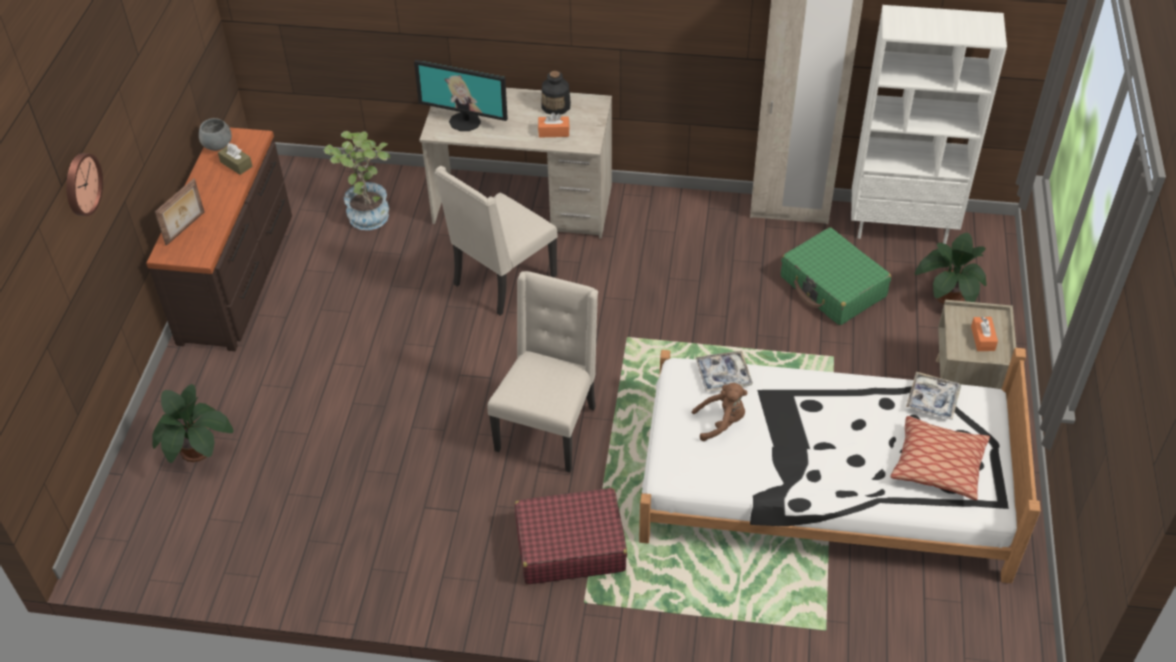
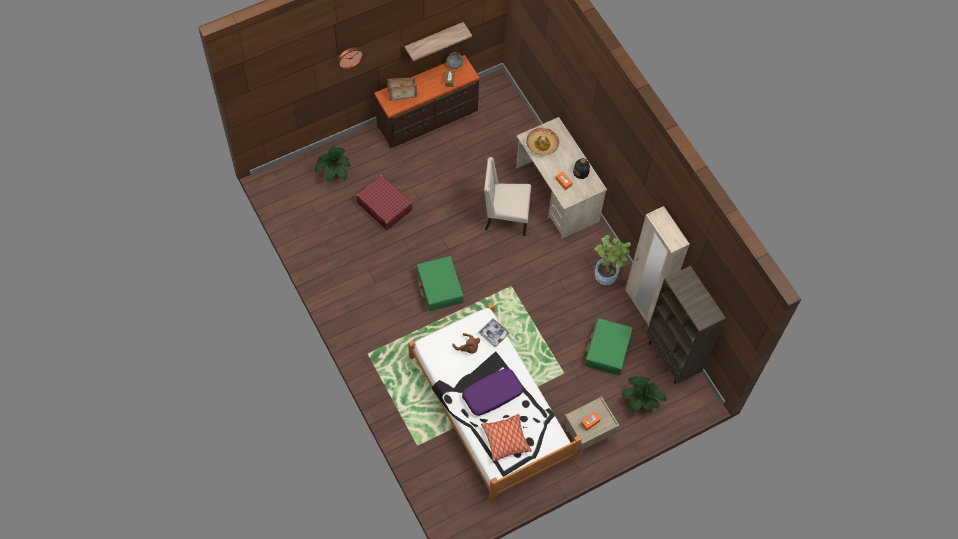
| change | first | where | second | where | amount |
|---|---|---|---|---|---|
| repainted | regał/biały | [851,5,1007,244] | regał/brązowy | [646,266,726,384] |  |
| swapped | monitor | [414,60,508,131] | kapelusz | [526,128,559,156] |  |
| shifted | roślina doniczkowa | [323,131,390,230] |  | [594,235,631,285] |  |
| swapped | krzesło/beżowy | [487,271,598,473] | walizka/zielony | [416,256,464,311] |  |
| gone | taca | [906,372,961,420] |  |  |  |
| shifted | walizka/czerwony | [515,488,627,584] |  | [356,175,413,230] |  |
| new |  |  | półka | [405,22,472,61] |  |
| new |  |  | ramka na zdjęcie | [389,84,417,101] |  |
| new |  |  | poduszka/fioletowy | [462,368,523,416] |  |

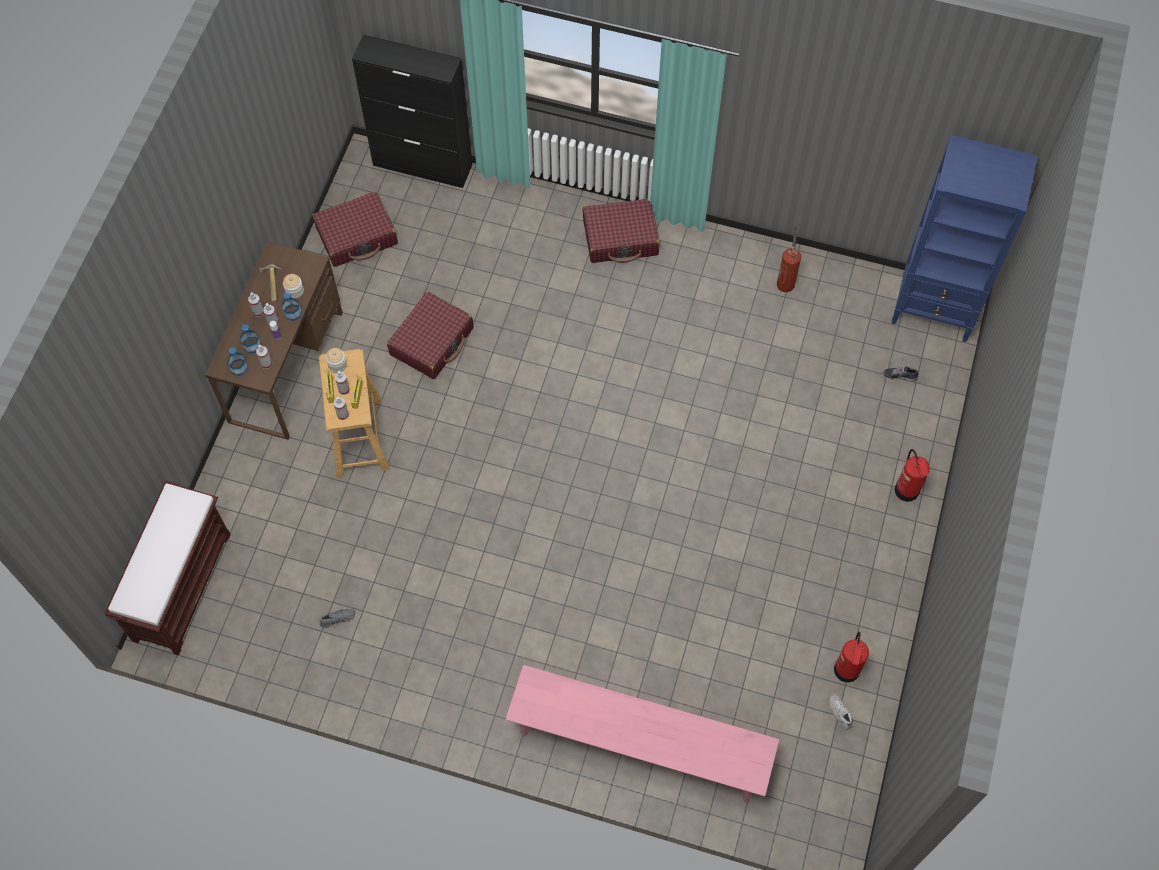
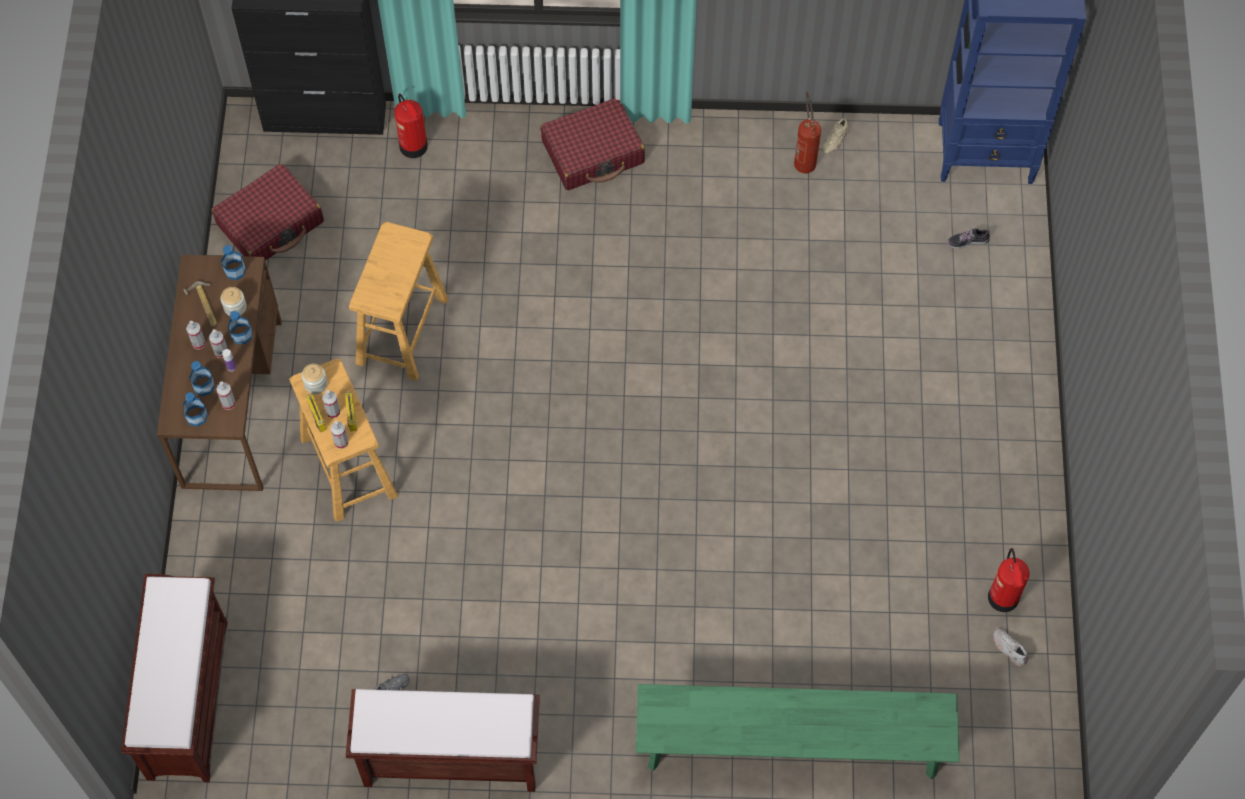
| change | first | where | second | where | amount |
|---|---|---|---|---|---|
| swapped | walizka/czerwony | [387,292,473,379] | stołek/beżowy | [349,222,448,381] |  |
| shifted | gaśnica | [895,449,930,502] |  | [394,93,428,158] |  |
| repainted | ławka/różowy | [506,665,779,803] | ławka/zielony | [636,684,960,779] |  |
| new |  |  | but/beżowy | [821,118,849,153] |  |
| new |  |  | butelka | [221,245,246,280] |  |
| new |  |  | ławka/brązowy | [346,689,540,792] |  |

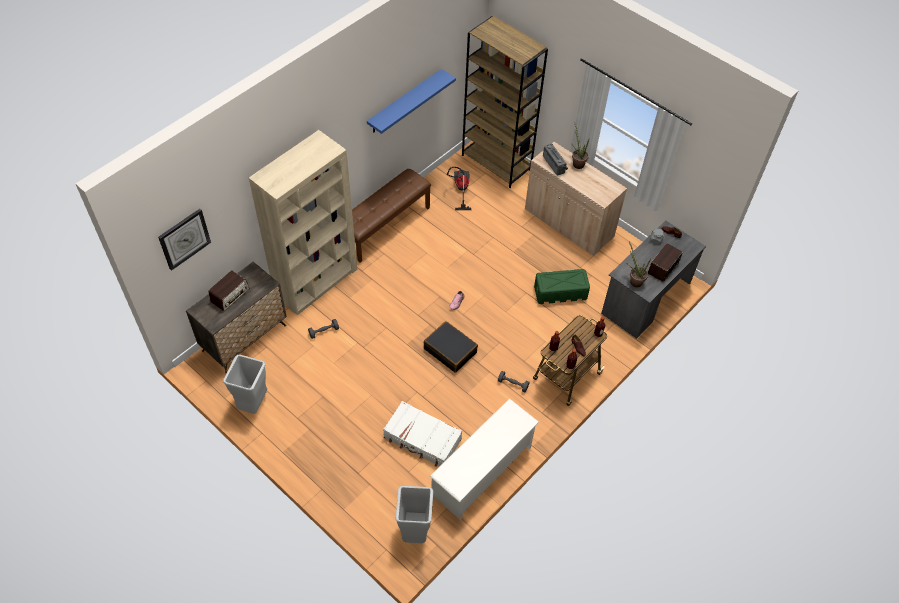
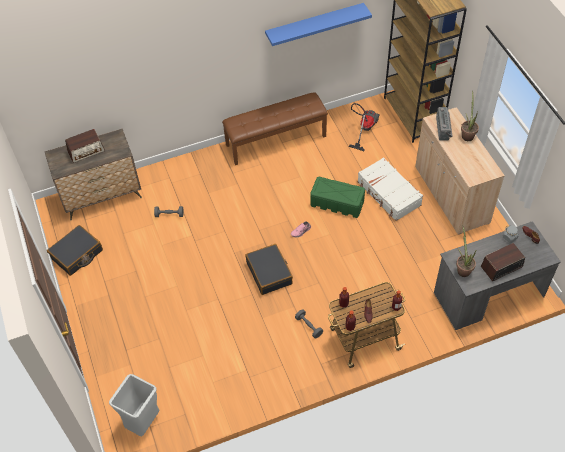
| change | first | where | second | where | amount |
|---|---|---|---|---|---|
| gone | regał/beżowy | [249,130,357,315] |  |  |  |
| gone | zegar ścienny | [158,209,211,271] |  |  |  |
| shifted | pojemnik do przechowywania/zielony | [534,269,590,304] |  | [310,177,365,218] |  |
| swapped | kosz na śmieci/szary | [223,355,267,414] | walizka/czarny | [47,225,103,276] |  |
| gone | regał na buty/biały | [430,398,539,520] |  |  |  |
| shifted | walizka/biały | [383,401,462,467] |  | [358,157,423,221] |  |

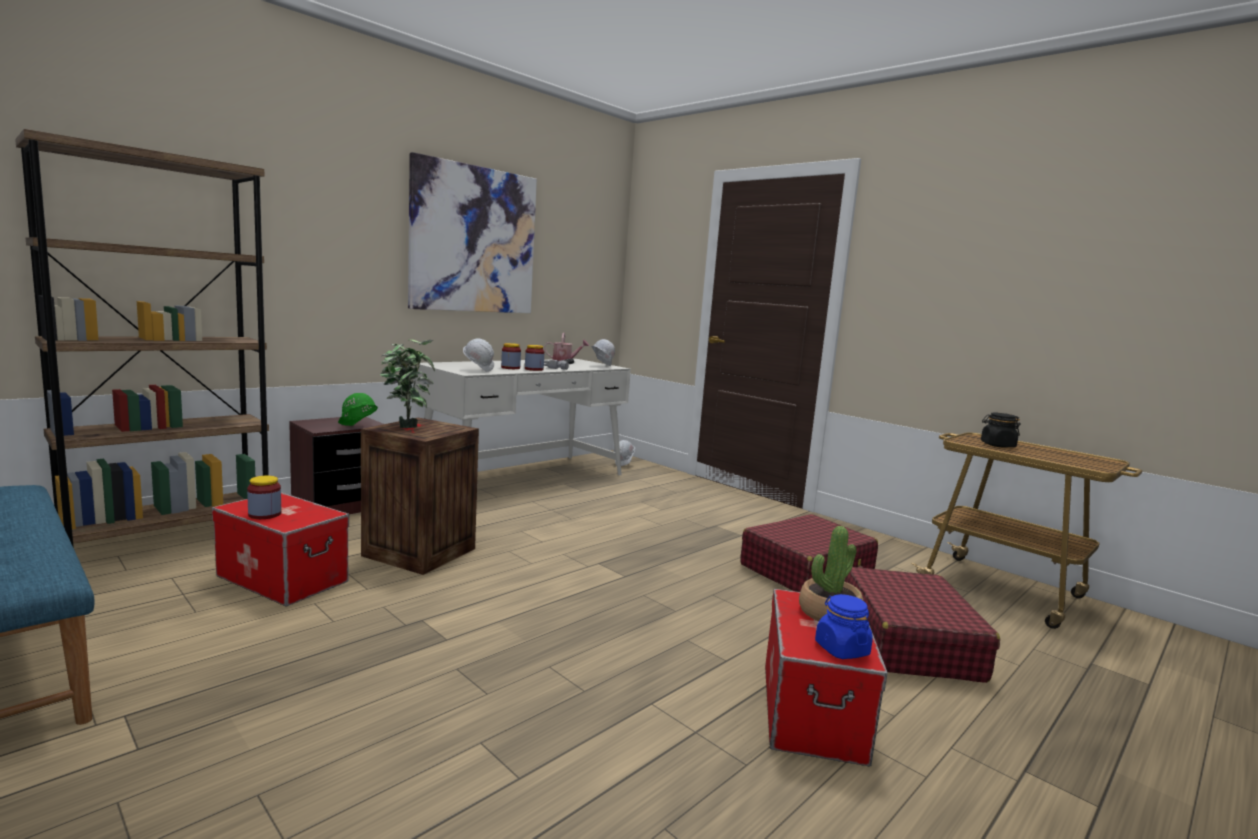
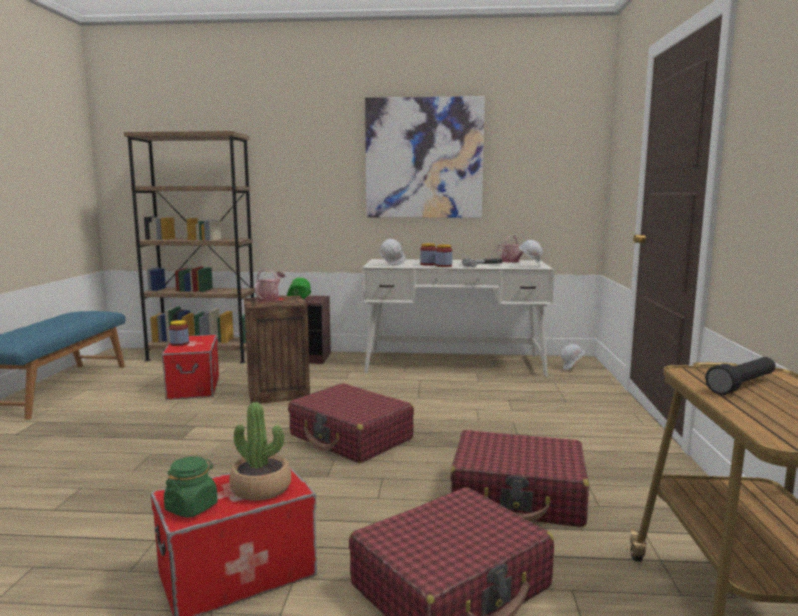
| change | first | where | second | where | amount |
|---|---|---|---|---|---|
| swapped | roślina doniczkowa | [380,339,435,428] | konewka | [254,269,285,302] |  |
| swapped | słoik/czarny | [981,413,1021,448] | latarka/czarny | [705,357,776,395] |  |
| repainted | słoik/niebieski | [815,594,873,659] | słoik/zielony | [164,456,218,518] |  |
| new |  |  | walizka/czerwony | [288,383,414,463] |  |

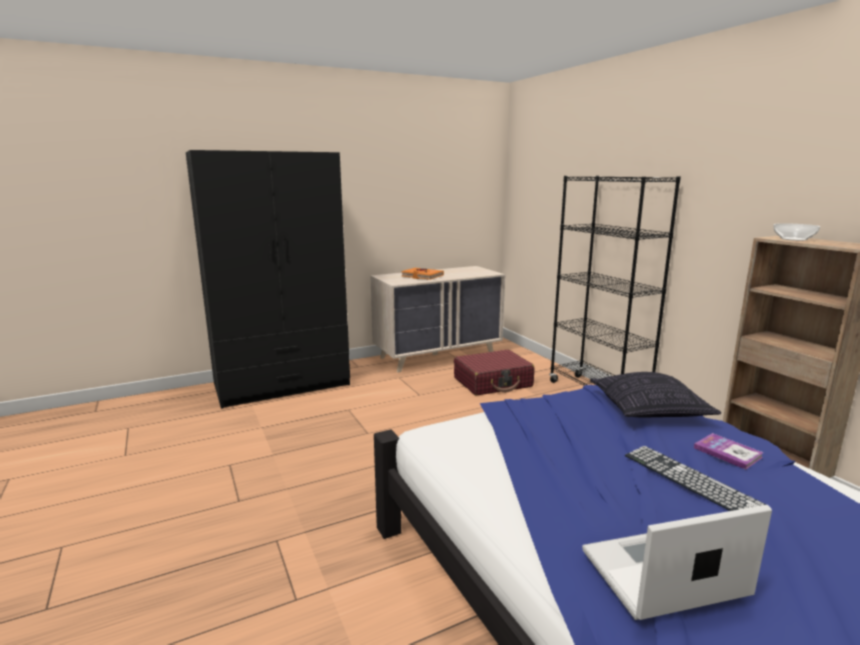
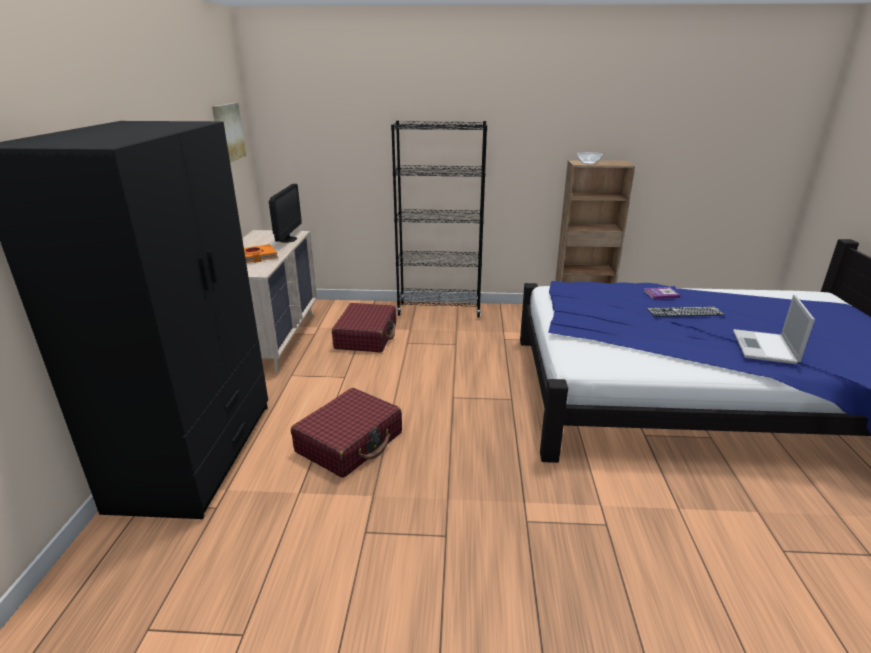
| change | first | where | second | where | amount |
|---|---|---|---|---|---|
| gone | poduszka | [590,372,721,418] |  |  |  |
| new |  |  | obraz | [212,103,246,163] |  |
| new |  |  | monitor | [269,184,302,243] |  |
| new |  |  | walizka/czerwony | [291,388,402,478] |  |

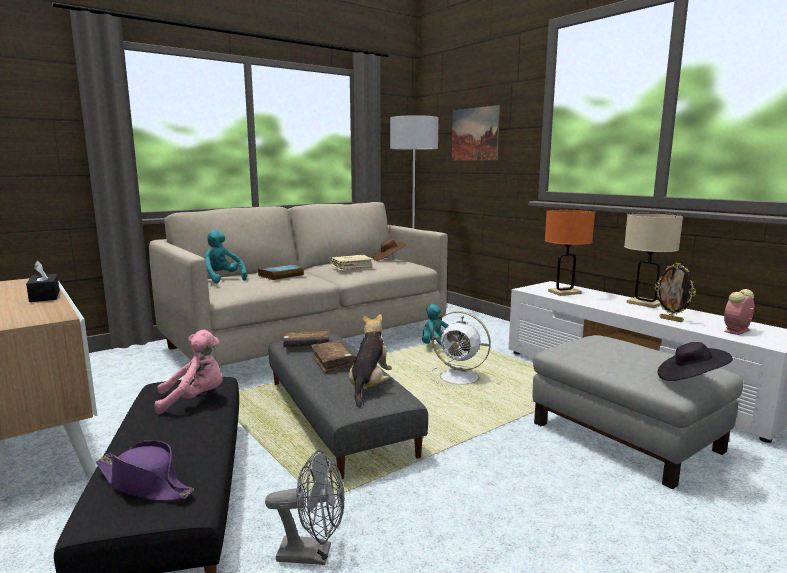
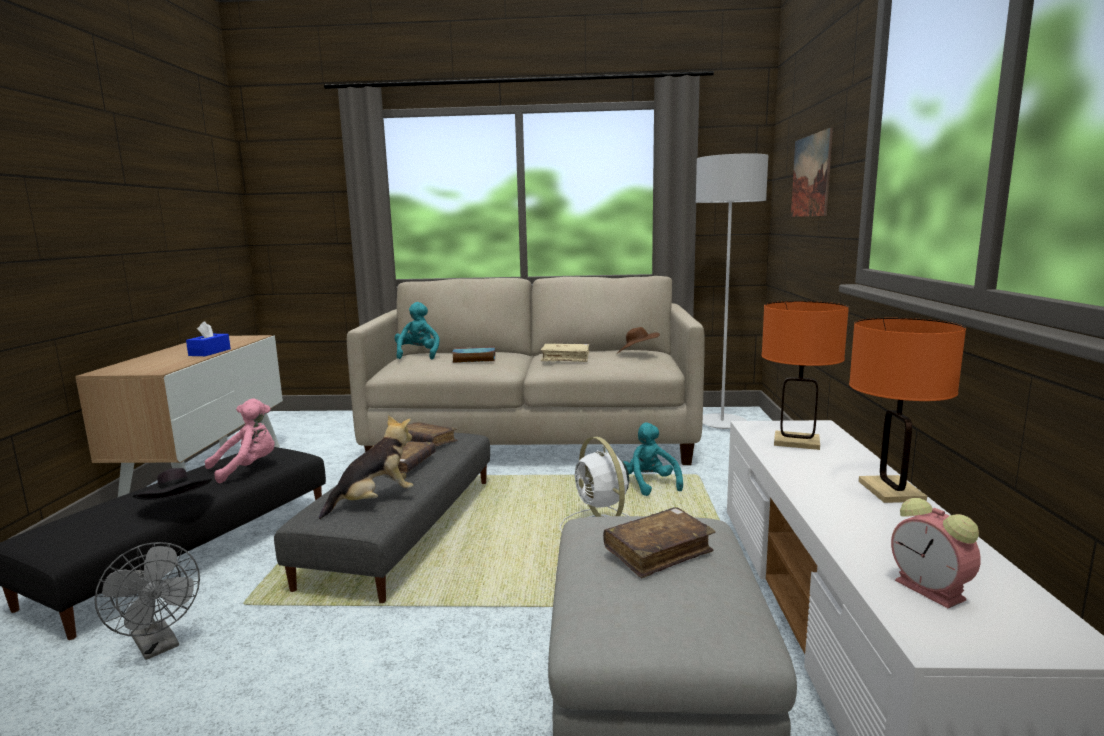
| change | first | where | second | where | amount |
|---|---|---|---|---|---|
| repainted | lampa stołowa/beżowy | [624,213,683,308] | lampa stołowa/pomarańczowy | [849,318,966,503] |  |
| repainted | pudełko chusteczek/czarny | [26,261,60,302] | pudełko chusteczek/niebieski | [186,321,231,356] |  |
| gone | ramka na zdjęcie | [655,263,696,322] |  |  |  |
| rotated | budzik | [724,289,755,335] |  | [891,498,981,608] | 120 degrees counterclockwise |
| rotated | pluszak/różowy | [155,330,223,414] |  | [205,399,275,484] | 60 degrees counterclockwise |
| shifted | kapelusz/czarny | [658,342,733,381] |  | [133,468,212,500] |  |
| gone | kapelusz/fioletowy | [96,440,194,501] |  |  |  |
| new |  |  | książka/brązowy | [603,507,716,578] |  |

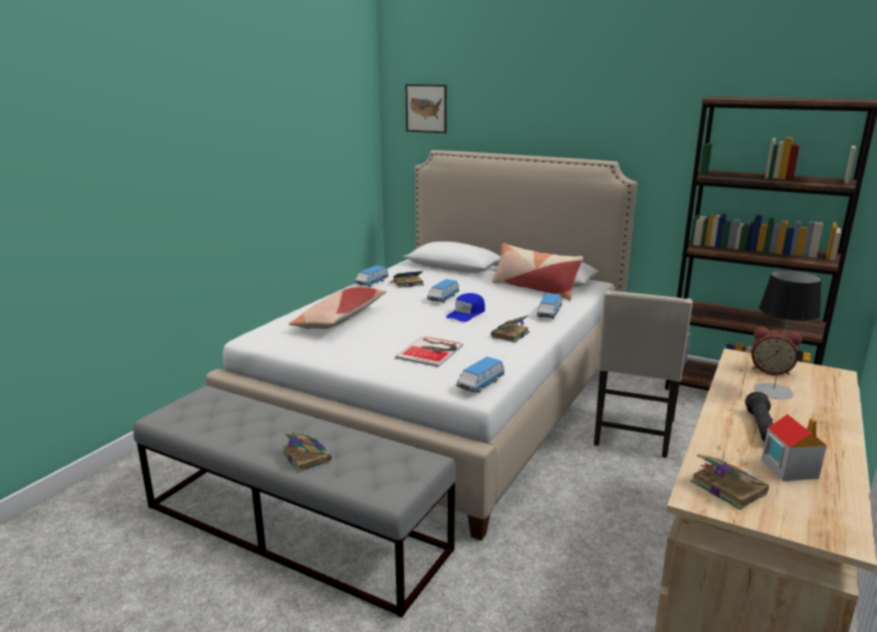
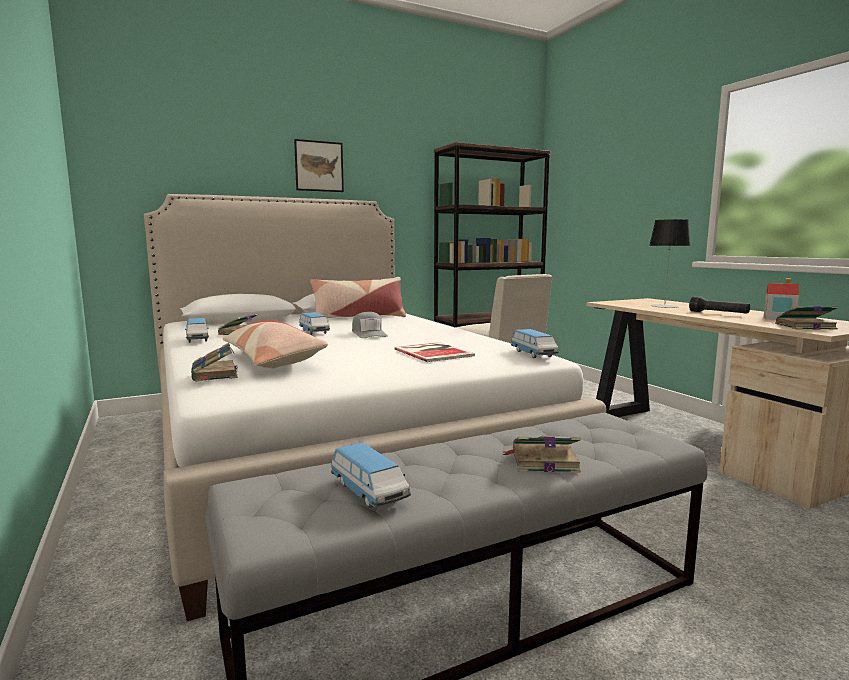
| change | first | where | second | where | amount |
|---|---|---|---|---|---|
| shifted | obraz | [406,84,447,133] |  | [294,139,344,192] |  |
| repainted | czapka z daszkiem/niebieski | [446,293,485,322] | czapka z daszkiem/szary | [352,312,388,338] |  |
| shifted | samochodzik | [537,293,562,319] |  | [331,442,411,508] |  |
| shifted | książka | [491,315,530,343] |  | [191,343,238,382] |  |
| gone | budzik | [752,327,802,375] |  |  |  |

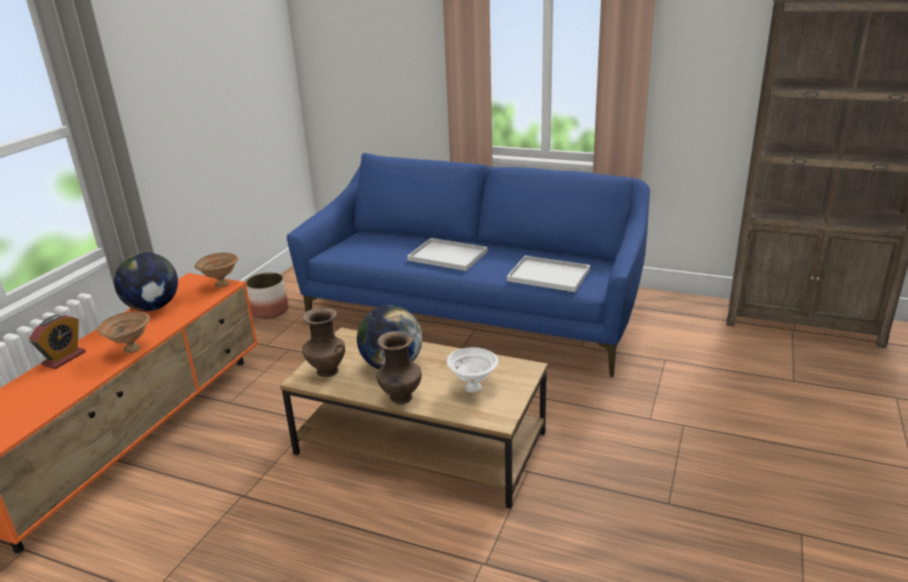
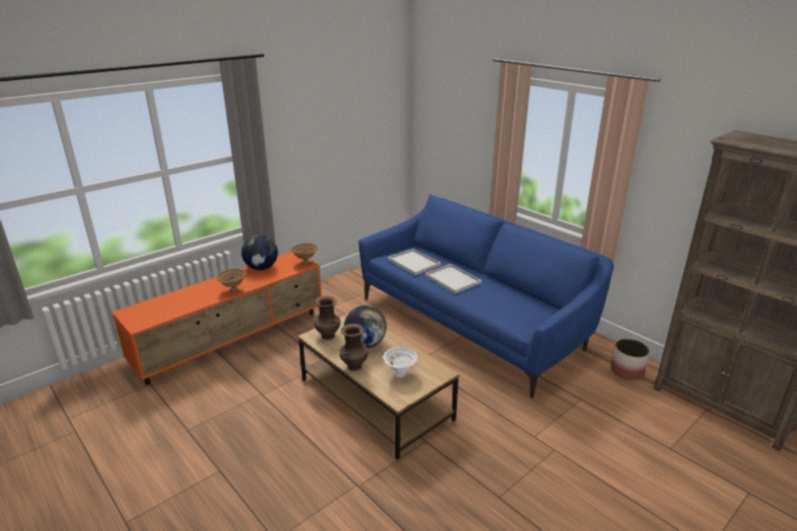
| change | first | where | second | where | amount |
|---|---|---|---|---|---|
| shifted | taca/biały | [507,256,590,292] |  | [388,248,441,275] |  |
| shifted | donica | [246,272,288,319] |  | [611,339,650,380] |  |
| gone | budzik | [29,314,86,369] |  |  |  |

